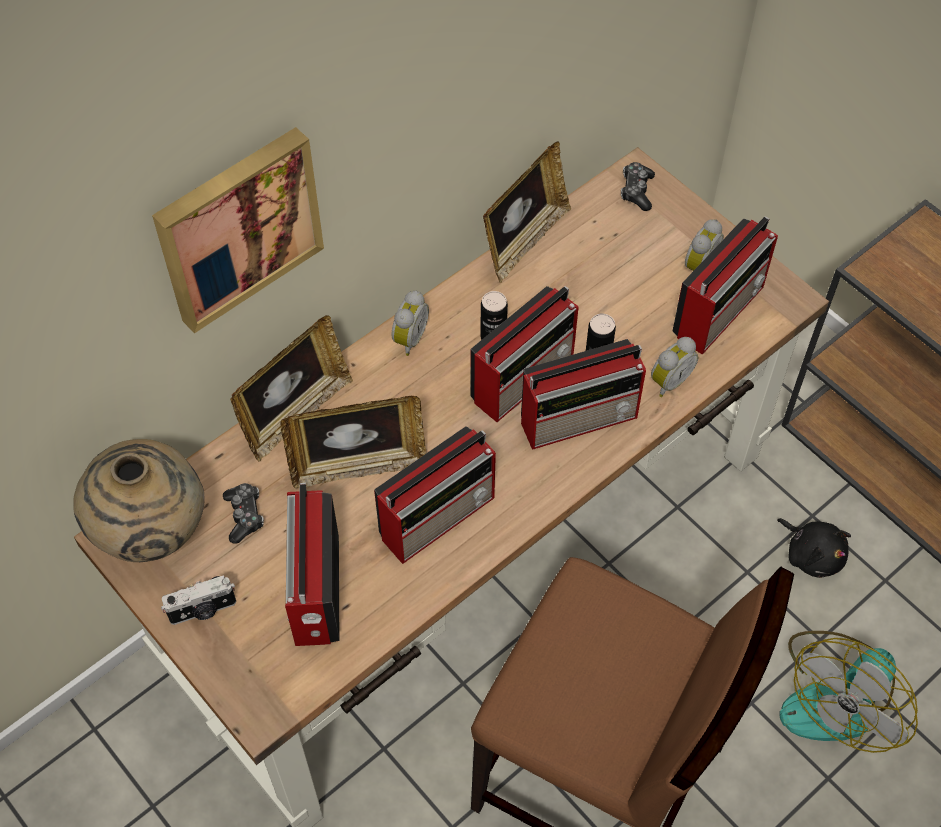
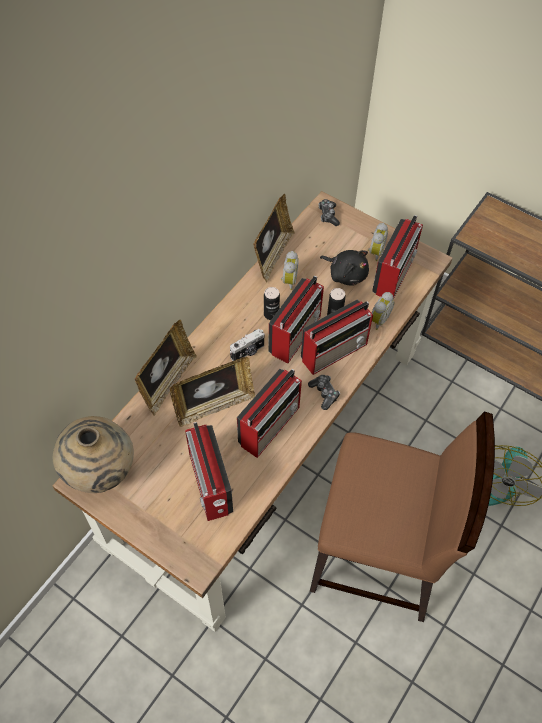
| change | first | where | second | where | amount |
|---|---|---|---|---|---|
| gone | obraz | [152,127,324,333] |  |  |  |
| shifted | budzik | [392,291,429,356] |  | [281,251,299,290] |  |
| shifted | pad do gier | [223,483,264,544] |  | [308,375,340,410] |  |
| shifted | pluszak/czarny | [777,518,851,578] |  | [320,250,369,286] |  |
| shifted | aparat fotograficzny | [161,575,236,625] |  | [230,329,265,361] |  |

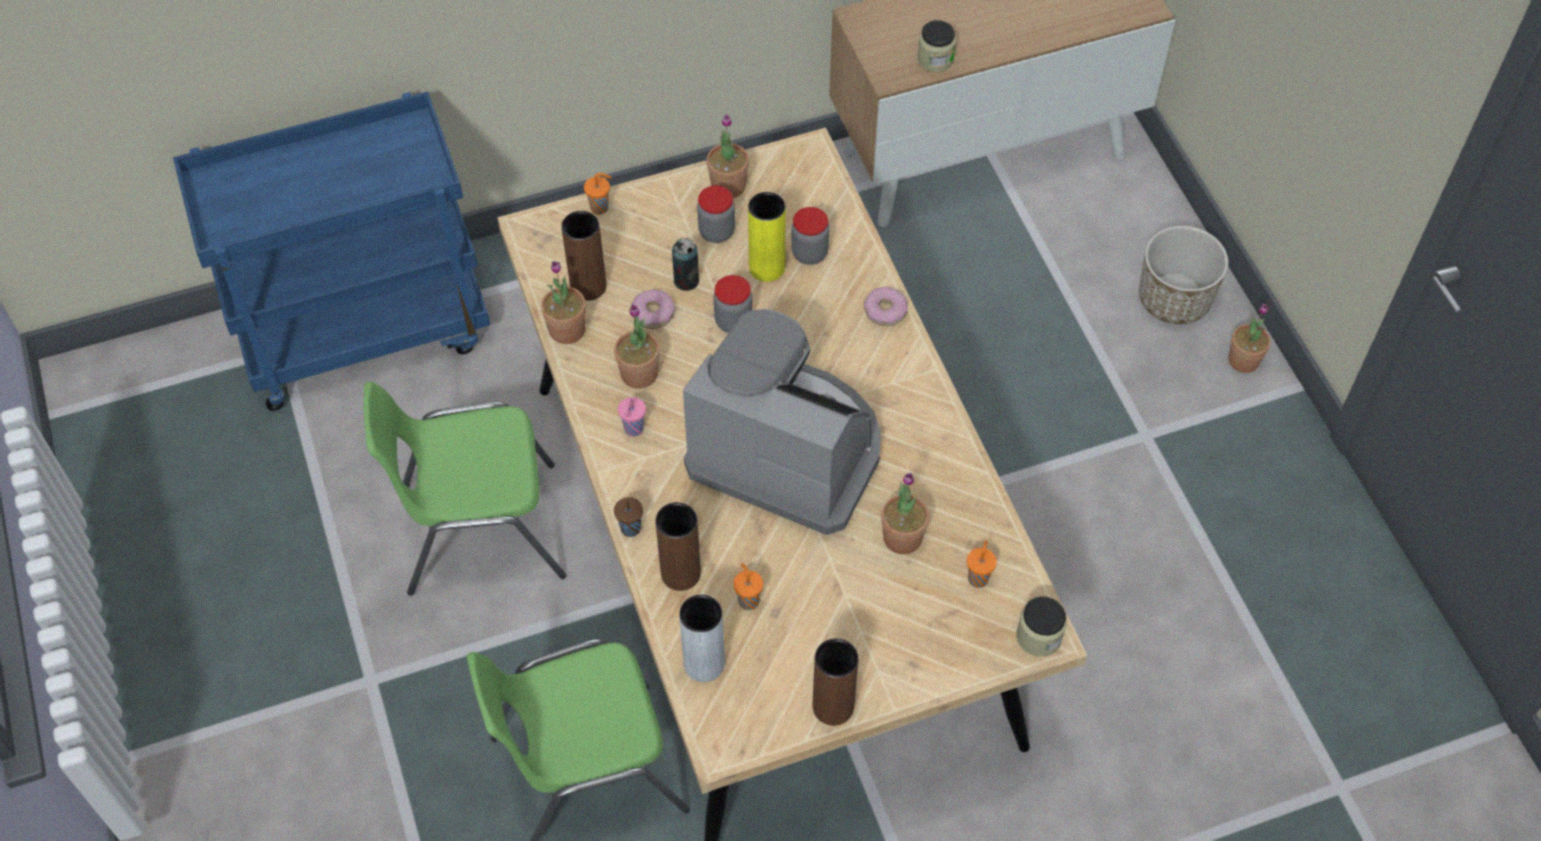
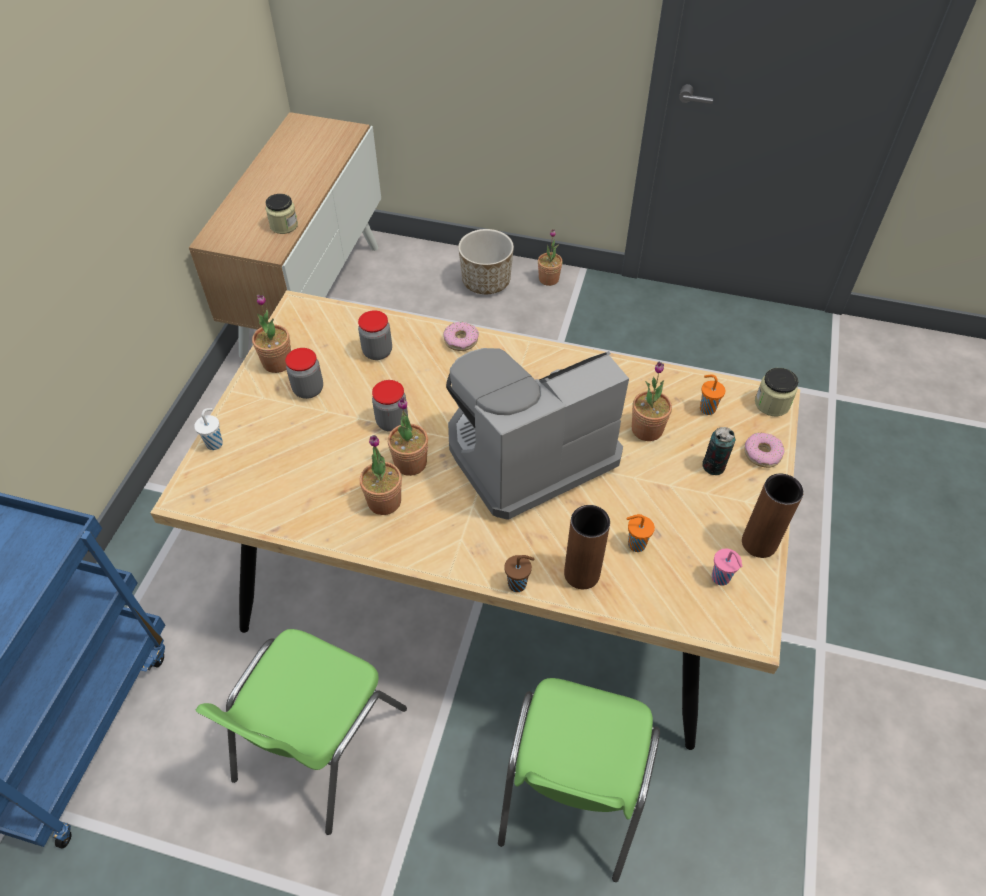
| change | first | where | second | where | amount |
|---|---|---|---|---|---|
| repainted | filiżanka/pomarańczowy | [584,173,612,215] | filiżanka/biały | [194,408,223,450] |  |
| gone | wazon/żółty | [748,192,786,282] |  |  |  |
| gone | wazon/brązowy | [561,211,606,301] |  |  |  |
| shifted | puszka | [672,238,699,291] |  | [702,427,735,475] |  |
| shifted | roślina doniczkowa | [541,261,586,344] |  | [388,397,428,476] |  |
| shifted | donut | [631,290,675,329] |  | [744,432,784,468] |  |
| shifted | filiżanka/różowy | [618,397,646,437] |  | [712,549,742,586] |  |
| gone | wazon/szary | [679,594,725,682] |  |  |  |

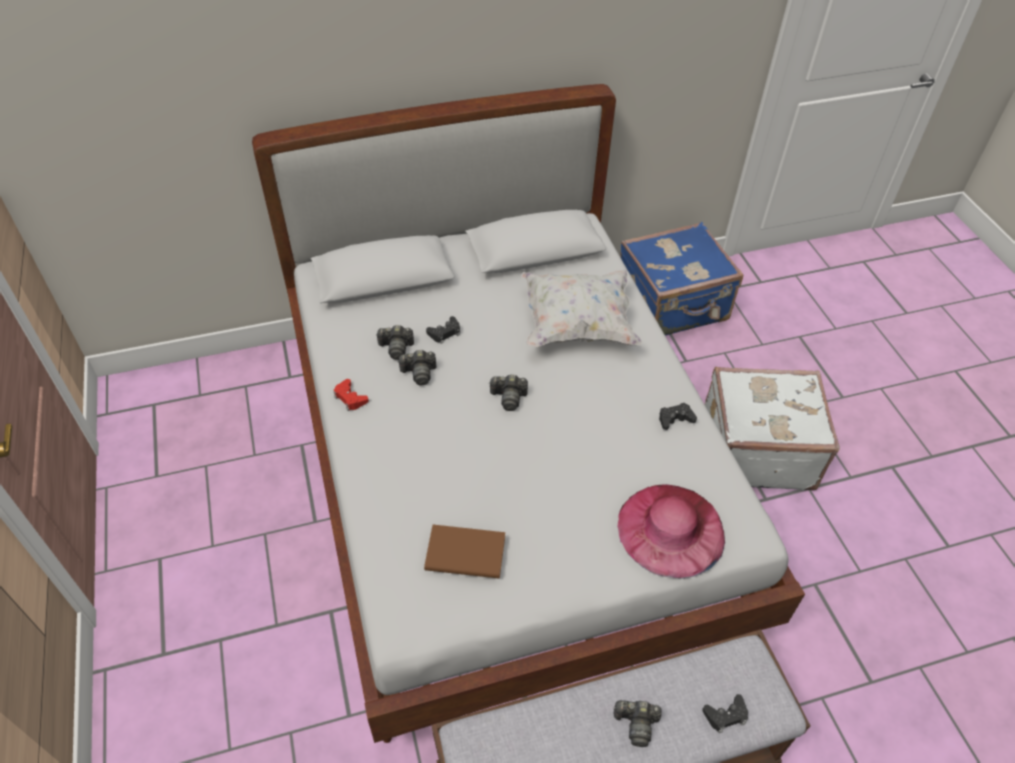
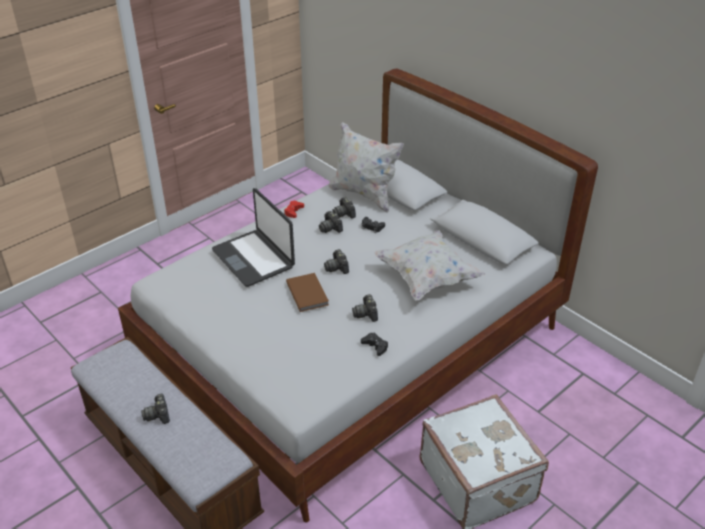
| change | first | where | second | where | amount |
|---|---|---|---|---|---|
| gone | walizka/niebieski | [620,222,743,336] |  |  |  |
| gone | kapelusz/różowy | [617,484,725,578] |  |  |  |
| shifted | książka/brązowy | [424,525,505,579] |  | [286,273,329,312] |  |
| gone | pad do gier/czarny | [702,694,748,733] |  |  |  |
| new |  |  | poduszka/biały | [329,122,404,213] |  |
| new |  |  | laptop | [212,188,295,287] |  |
| new |  |  | aparat fotograficzny | [352,294,378,322] |  |

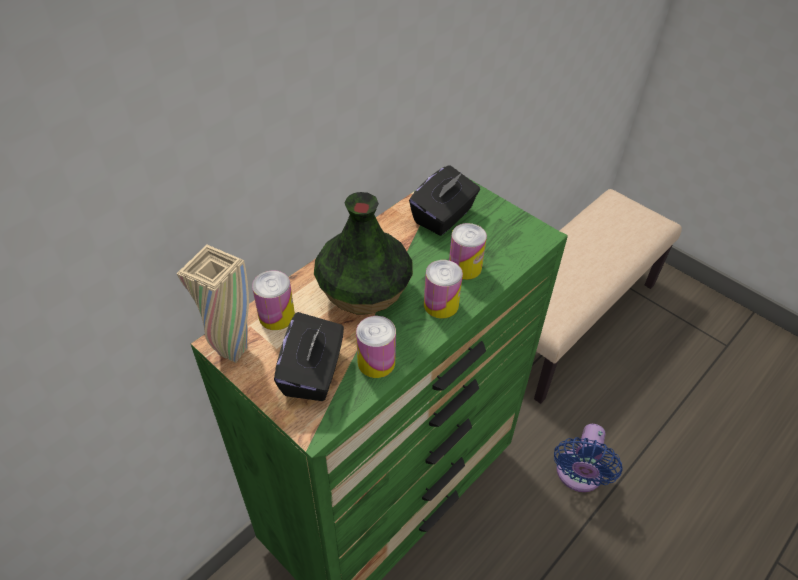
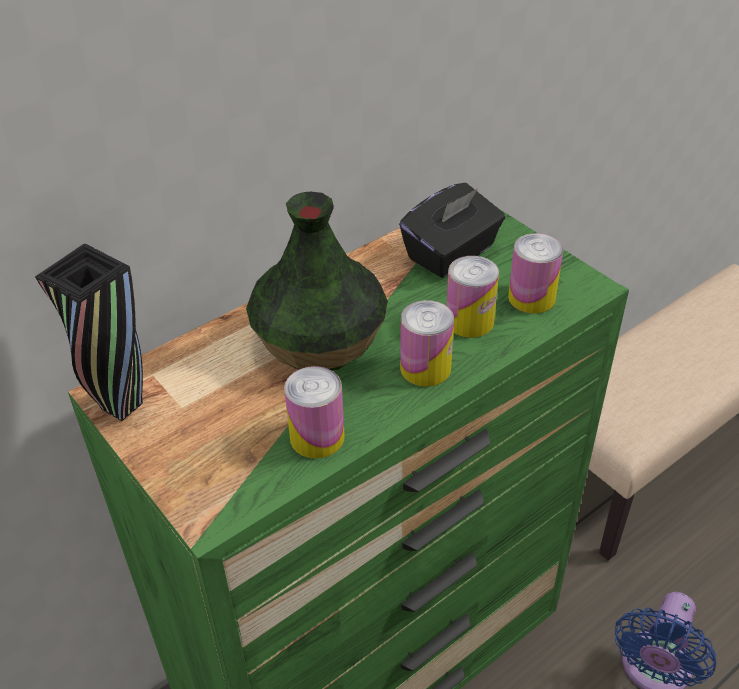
| change | first | where | second | where | amount |
|---|---|---|---|---|---|
| repainted | wazon/beżowy | [177,245,249,363] | wazon/czarny | [35,244,143,421] |  |
| shifted | puszka | [252,270,295,330] |  | [508,233,564,314] |  |
| gone | pudełko chusteczek/czarny | [274,312,344,401] |  |  |  |

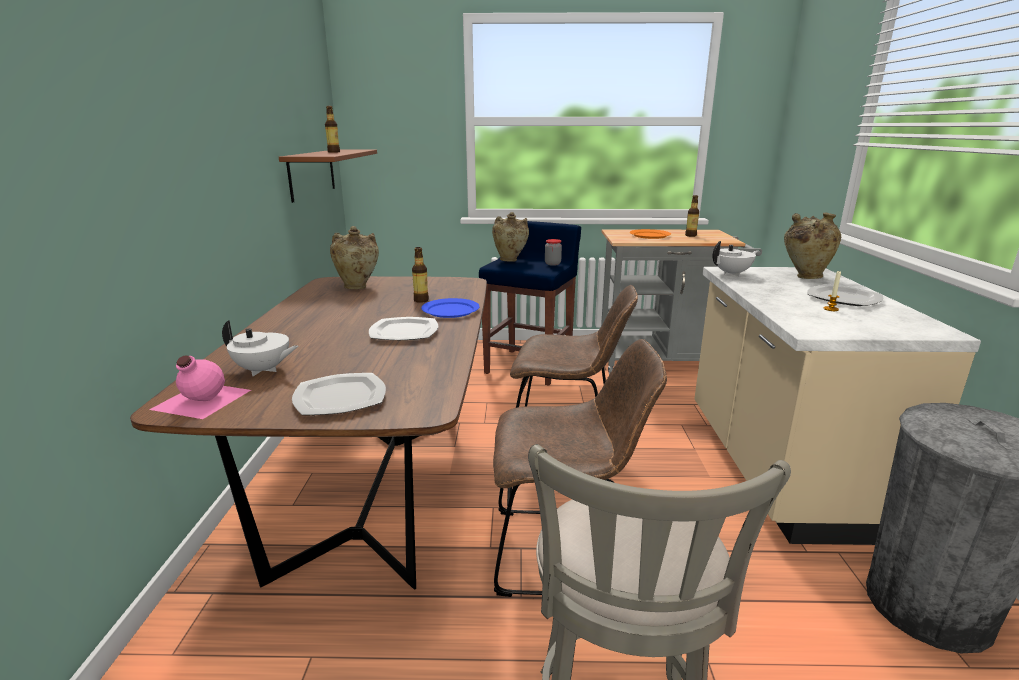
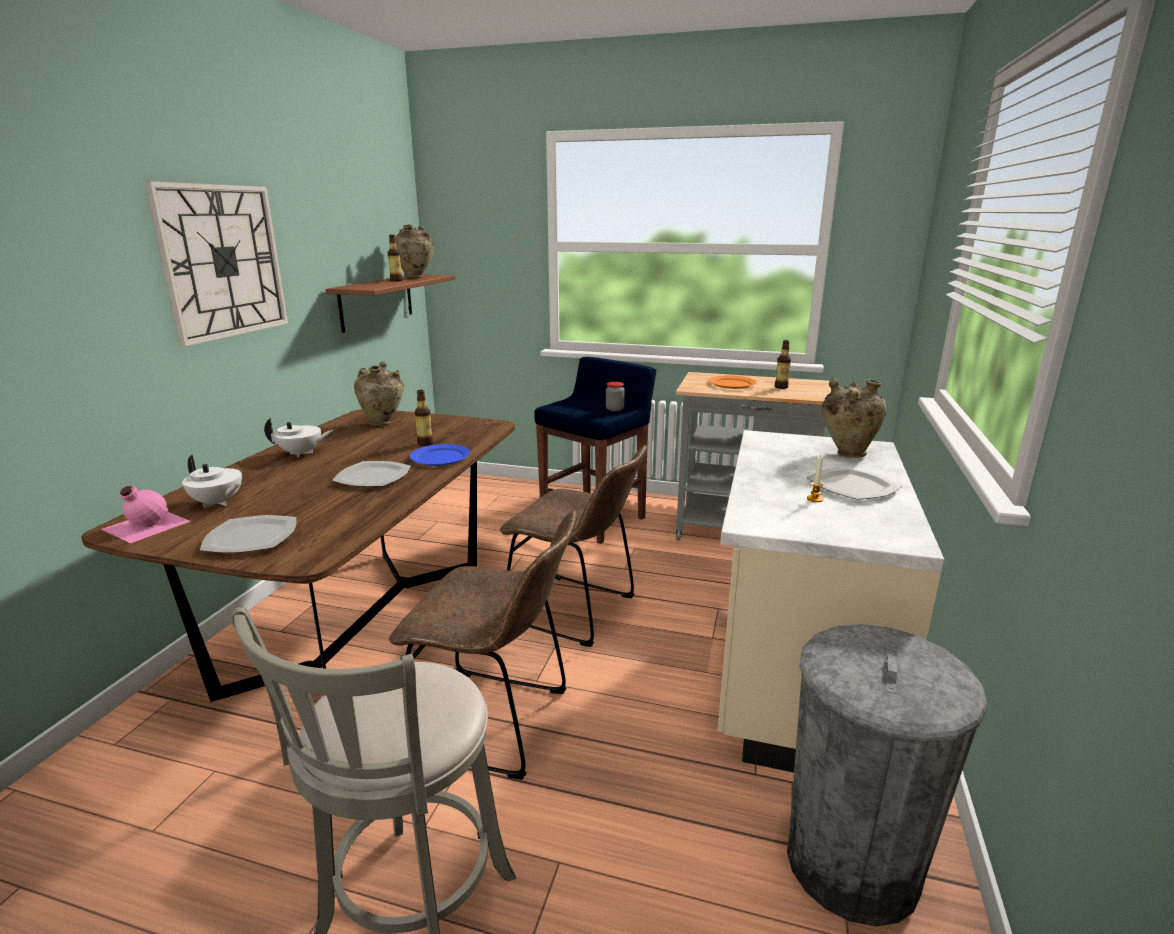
| change | first | where | second | where | amount |
|---|---|---|---|---|---|
| shifted | wazon/beżowy | [492,212,529,262] |  | [395,225,434,278] |  |
| shifted | imbryk/biały | [713,241,758,276] |  | [264,418,333,458] |  |
| new |  |  | zegar ścienny | [144,181,288,347] |  |

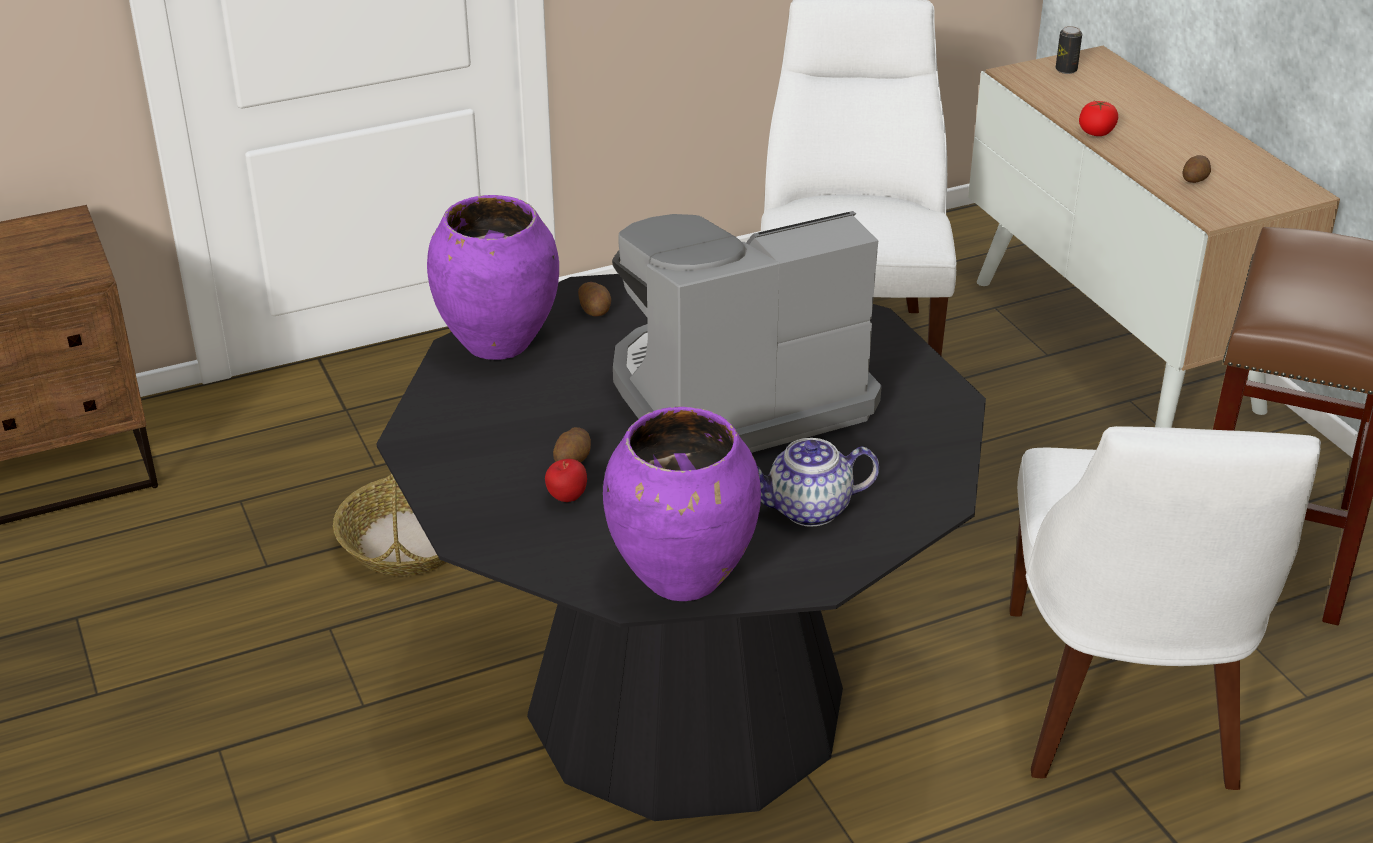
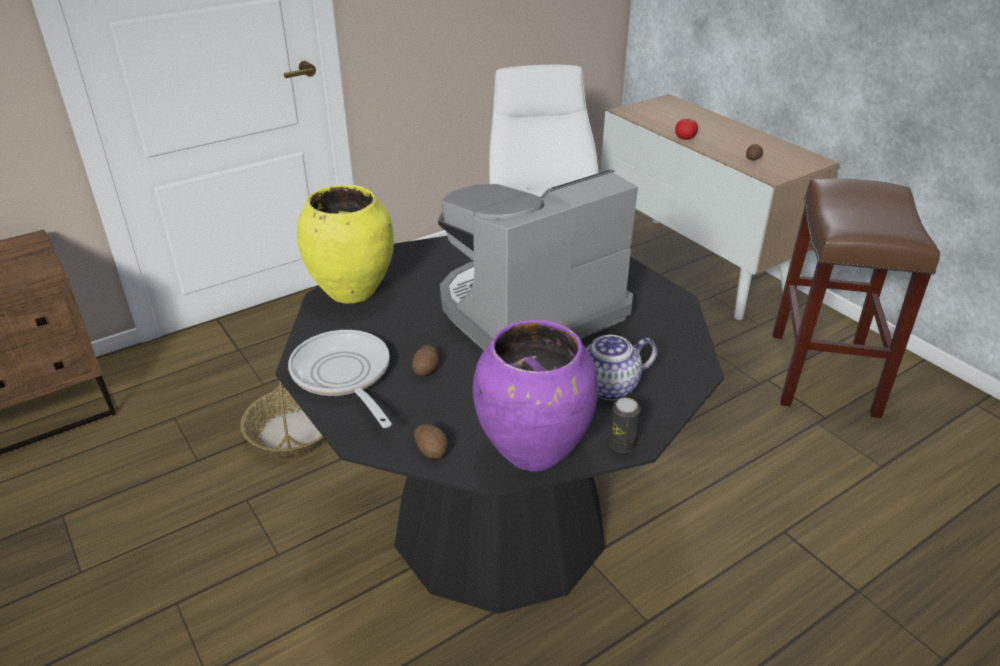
| change | first | where | second | where | amount |
|---|---|---|---|---|---|
| shifted | puszka | [1056,26,1082,74] |  | [609,398,641,453] |  |
| repainted | wazon/fioletowy | [427,195,559,360] | wazon/żółty | [297,185,394,304] |  |
| shifted | ziemniak | [578,282,611,316] |  | [414,424,448,459] |  |
| gone | krzesło/biały | [1009,426,1321,790] |  |  |  |
| gone | jabłko | [545,459,587,502] |  |  |  |
| new |  |  | patelnia | [288,330,392,428] |  |

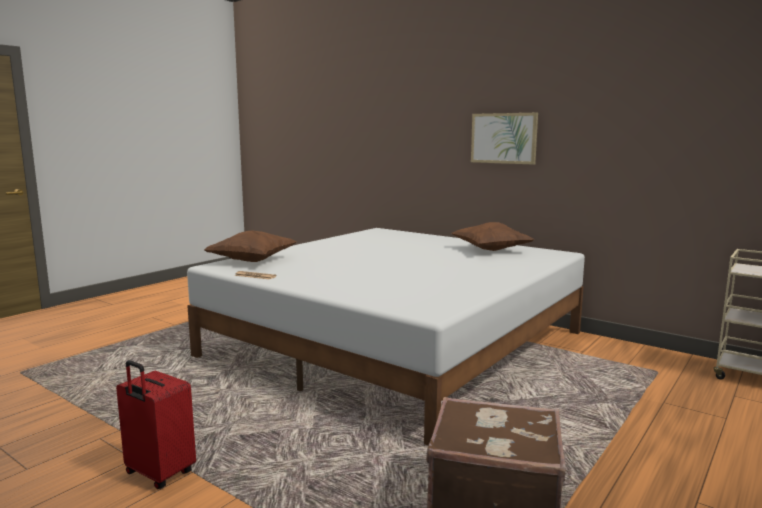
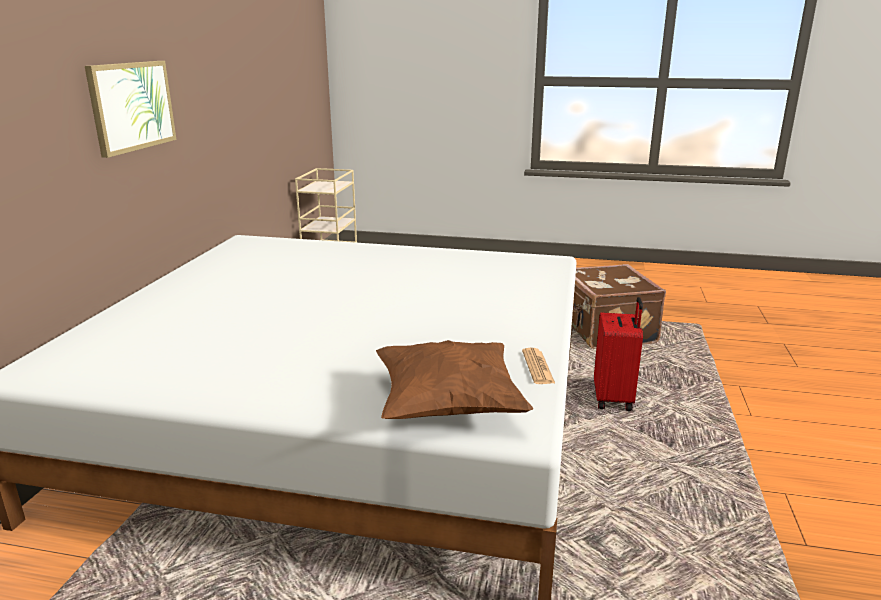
| change | first | where | second | where | amount |
|---|---|---|---|---|---|
| gone | poduszka/brązowy | [452,222,534,251] |  |  |  |
| shifted | walizka/czerwony | [116,360,196,489] |  | [594,297,643,411] |  |

